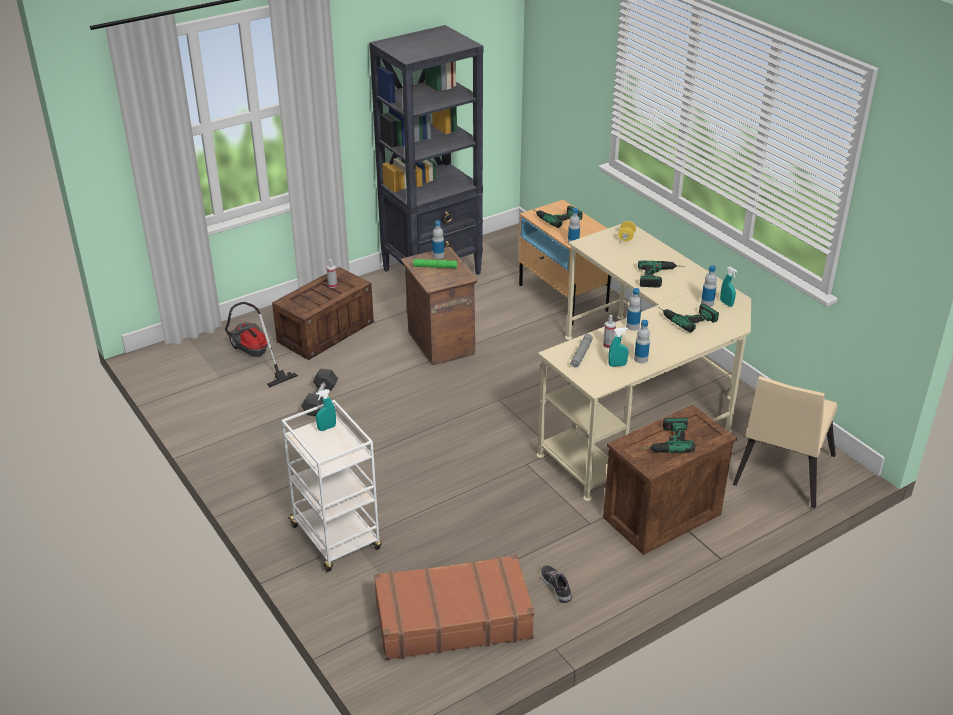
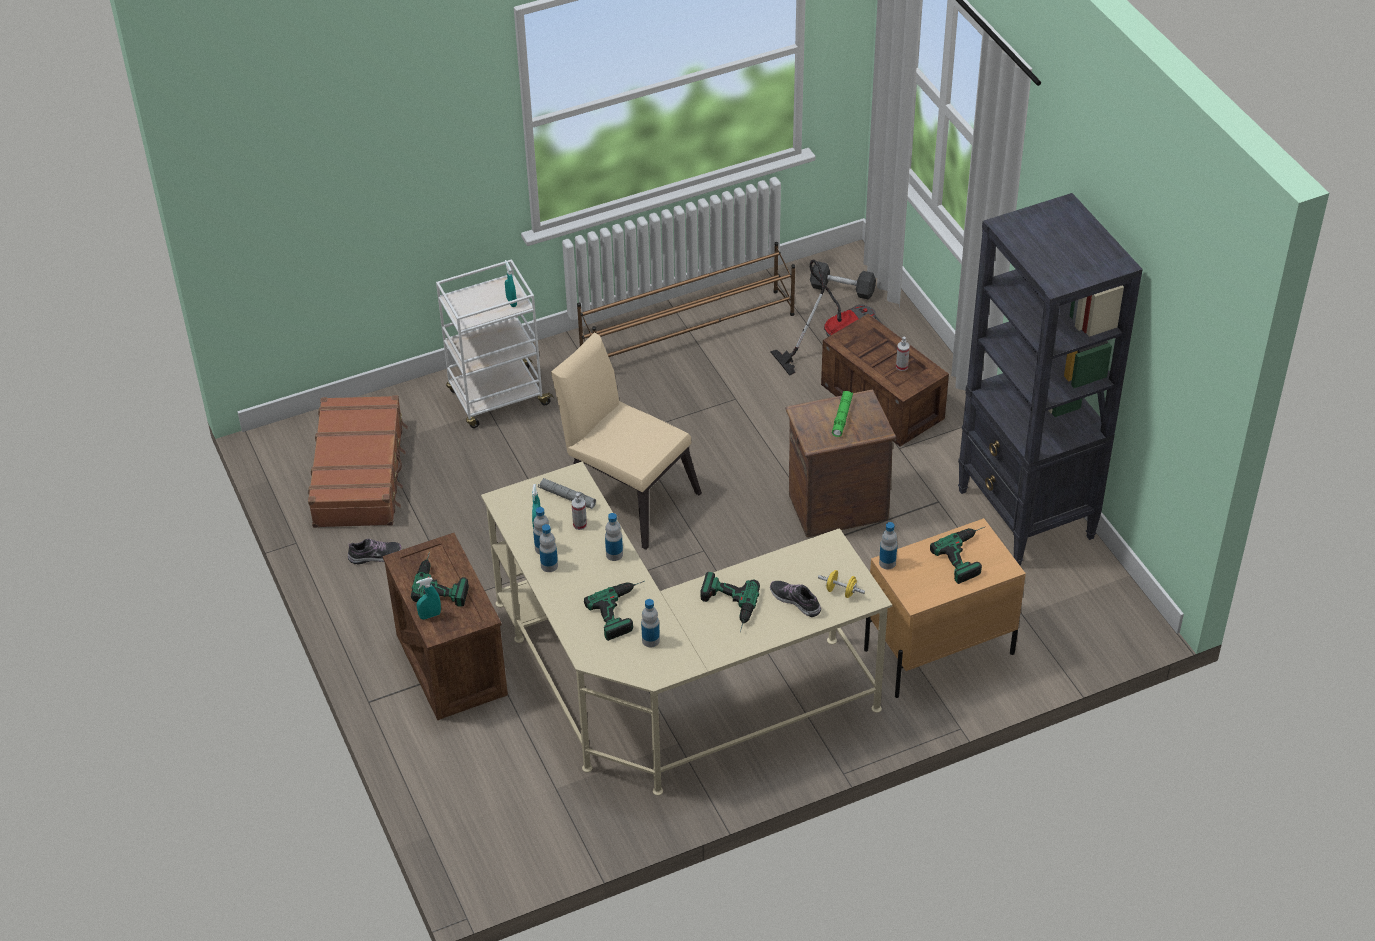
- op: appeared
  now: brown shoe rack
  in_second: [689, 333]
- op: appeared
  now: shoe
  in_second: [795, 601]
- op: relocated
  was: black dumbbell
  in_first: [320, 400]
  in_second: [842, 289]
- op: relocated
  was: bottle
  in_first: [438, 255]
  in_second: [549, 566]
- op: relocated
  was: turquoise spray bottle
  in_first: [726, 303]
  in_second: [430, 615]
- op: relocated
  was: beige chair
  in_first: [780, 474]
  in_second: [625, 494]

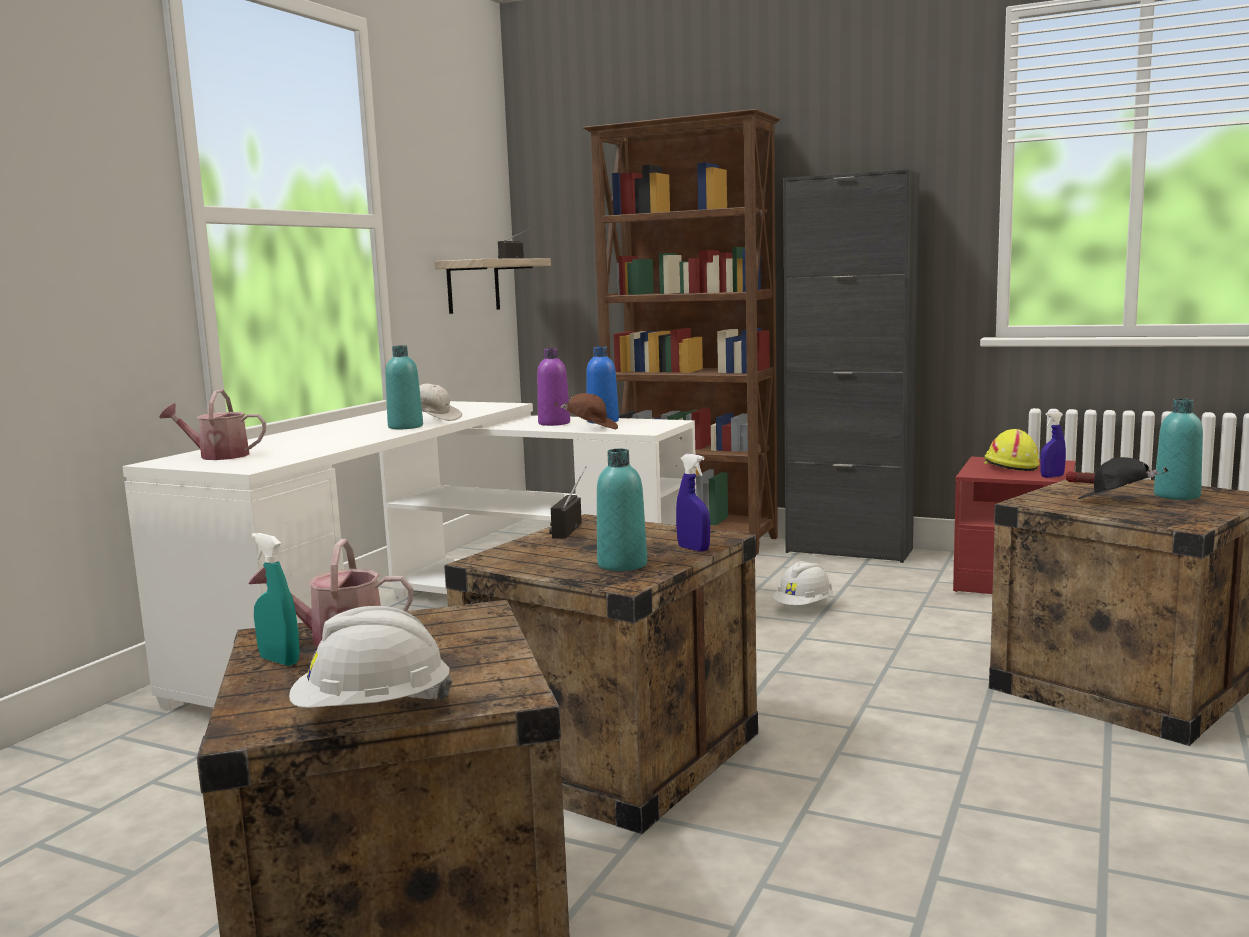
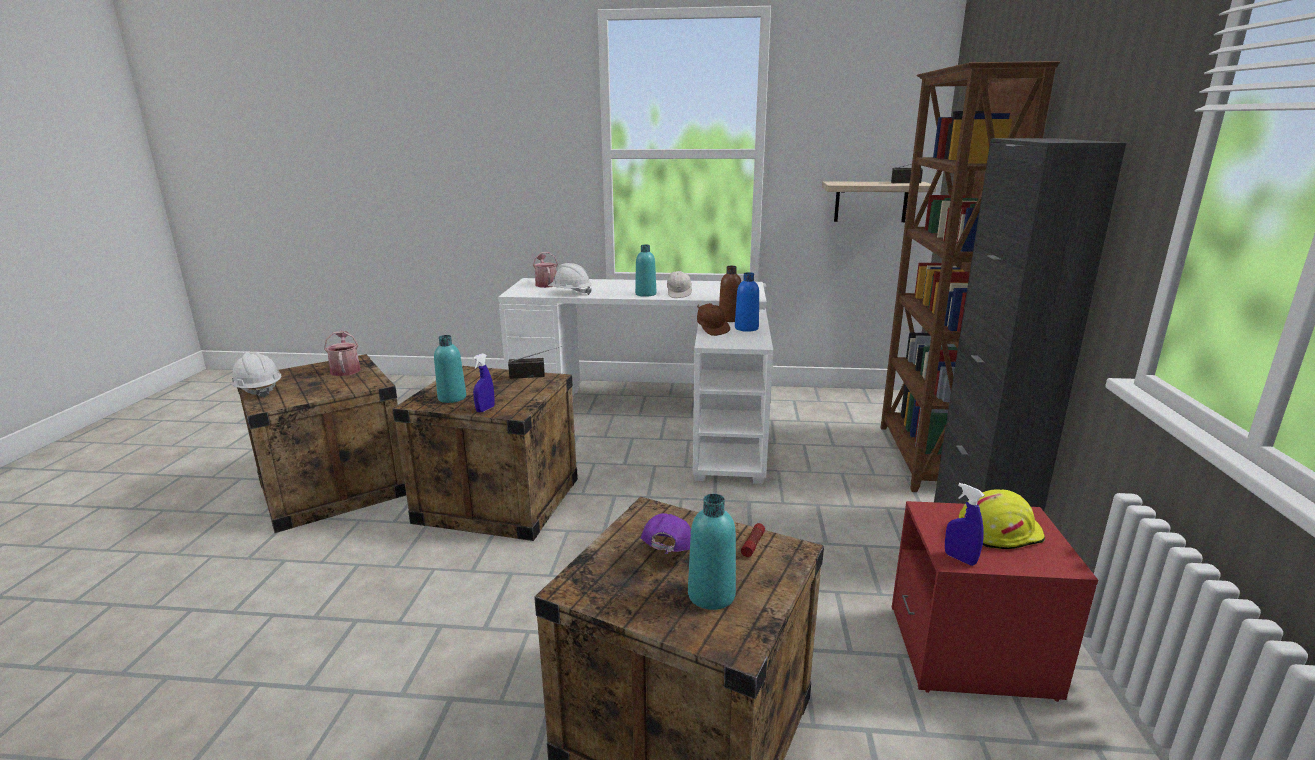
- op: missing
  was: turquoise spray bottle
  in_first: [279, 661]
- op: relocated
  was: white hard hat
  in_first: [803, 607]
  in_second: [570, 293]
- op: colour
  was: purple bottle
  now: brown bottle
  in_first: [554, 423]
  in_second: [729, 319]
- op: colour
  was: black cap
  now: purple cap
  in_first: [1115, 502]
  in_second: [666, 555]

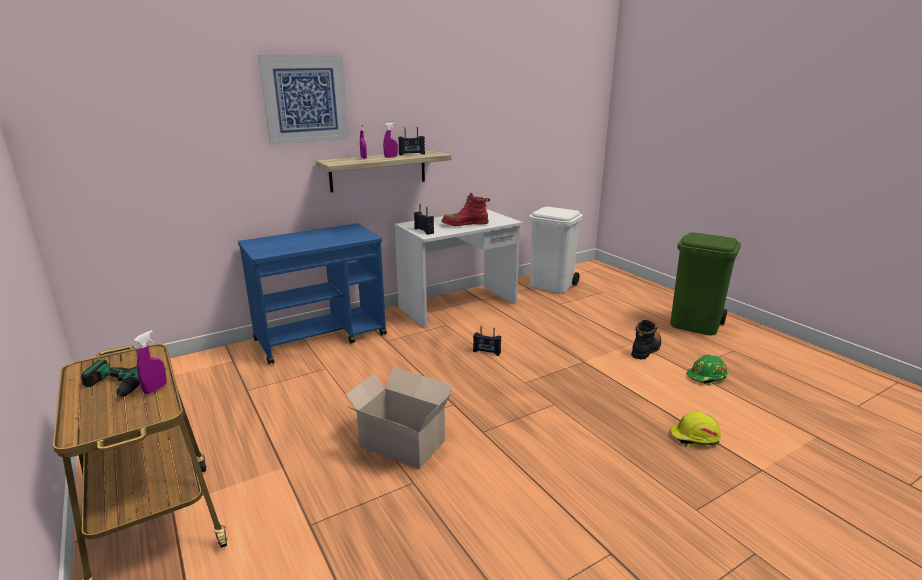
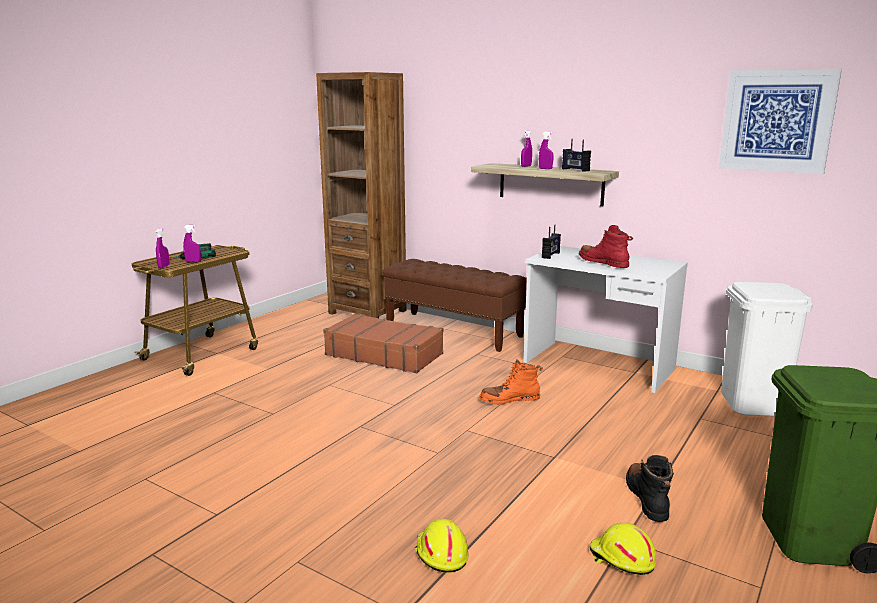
- op: missing
  was: cardboard box
  in_first: [400, 442]
- op: appeared
  now: purple spray bottle
  in_second: [164, 266]
- op: appeared
  now: brown bookcase
  in_second: [367, 312]
- op: appeared
  now: brown suitcase
  in_second: [384, 354]
- op: relocated
  was: picture
  in_first: [305, 99]
  in_second: [777, 121]
- op: exchanged
  was: blue cart
  now: brown bench
  in_first: [321, 337]
  in_second: [453, 331]
- op: exchanged
  was: radio
  now: orange boot
  in_first: [486, 352]
  in_second: [509, 400]
- op: colour
  was: green hard hat
  now: yellow hard hat
  in_first: [706, 377]
  in_second: [621, 559]
- op: spun
  was: black boot
  in_first: [646, 349]
  in_second: [647, 498]
  clockwise: -105

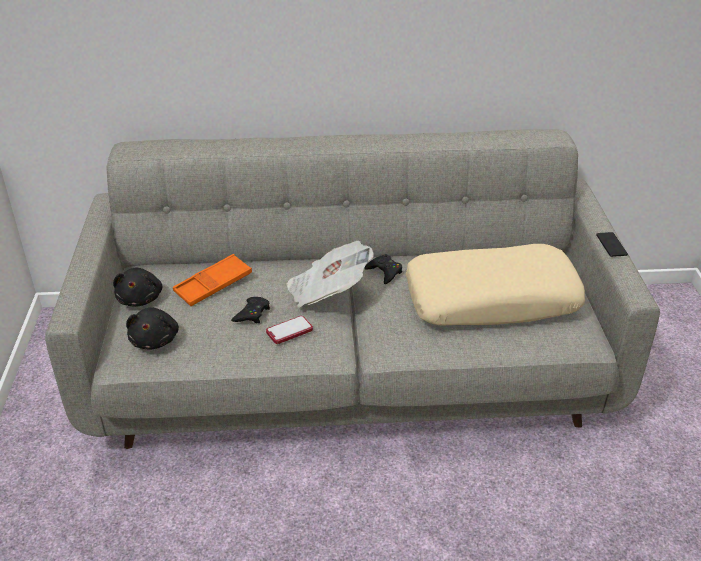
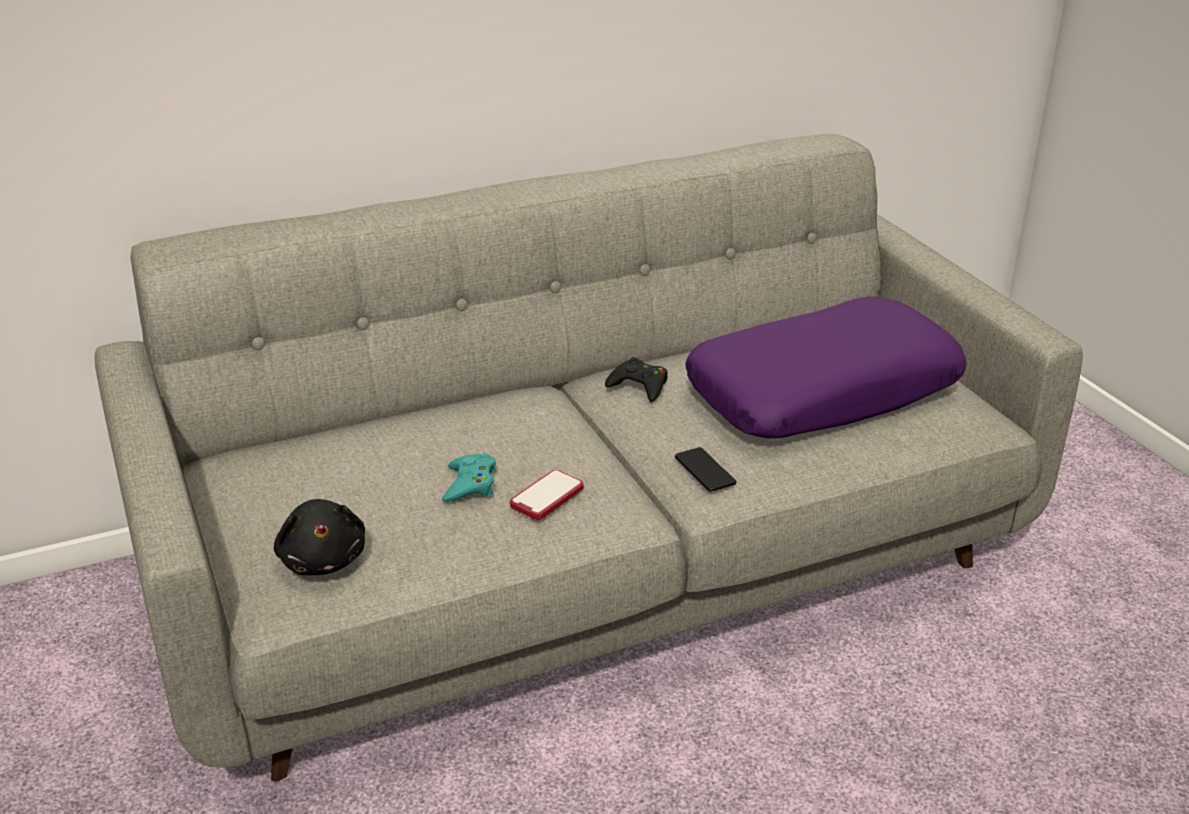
- op: missing
  was: black plush toy
  in_first: [140, 299]
- op: missing
  was: orange tray
  in_first: [213, 285]
- op: missing
  was: newspaper
  in_first: [327, 292]
- op: relocated
  was: phone
  in_first: [611, 245]
  in_second: [705, 470]
- op: colour
  was: black game controller
  now: turquoise game controller
  in_first: [252, 314]
  in_second: [470, 484]
- op: colour
  was: beige pillow
  now: purple pillow
  in_first: [491, 299]
  in_second: [822, 392]

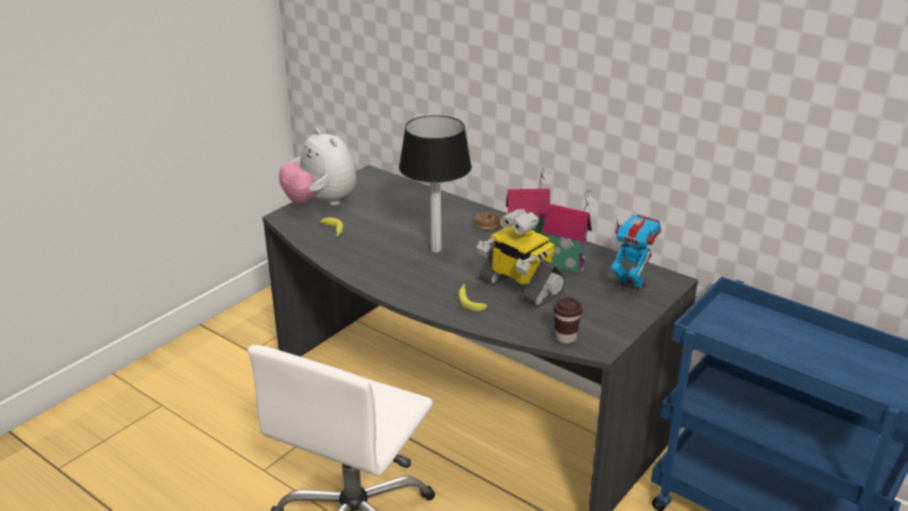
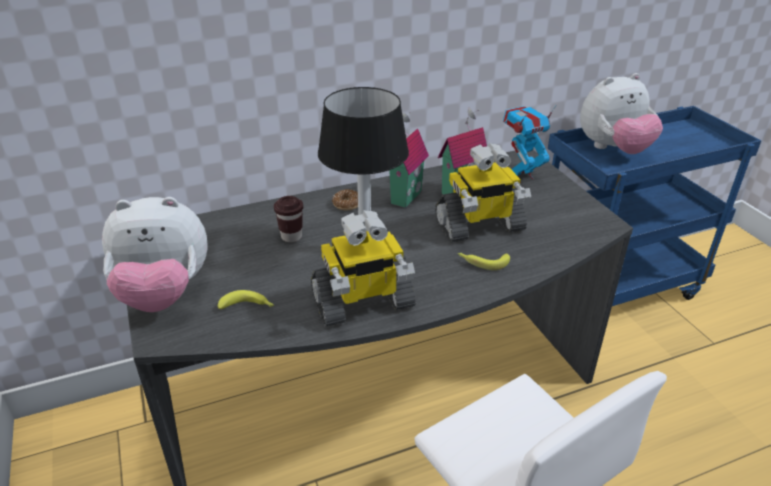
- op: appeared
  now: toy robot
  in_second: [362, 303]
- op: appeared
  now: plush toy
  in_second: [613, 149]
- op: relocated
  was: brown cup
  in_first: [565, 338]
  in_second: [291, 237]

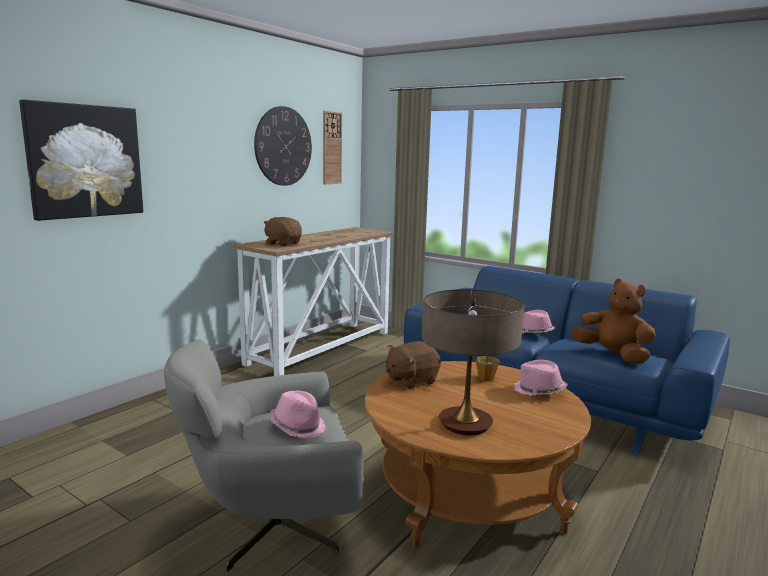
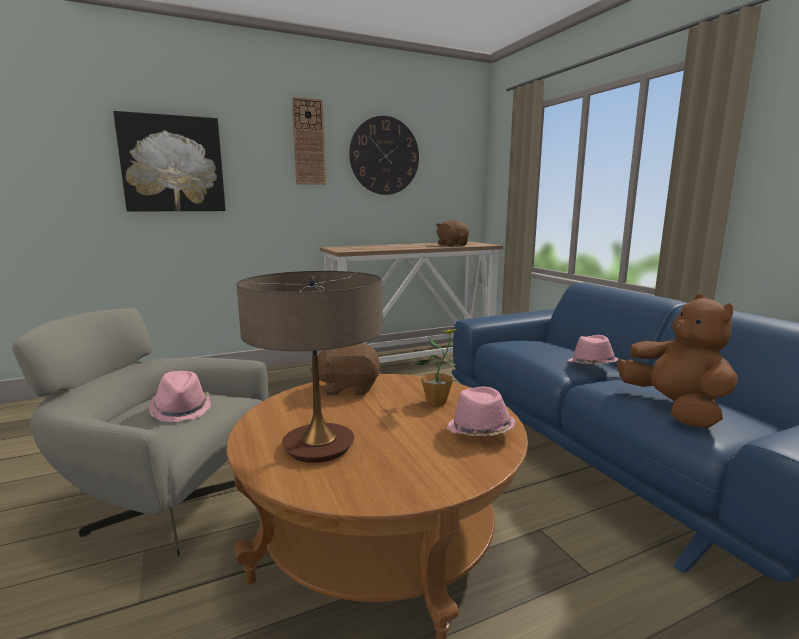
- op: relocated
  was: brown plush toy
  in_first: [283, 243]
  in_second: [452, 245]
- op: relocated
  was: wall clock
  in_first: [331, 148]
  in_second: [308, 142]

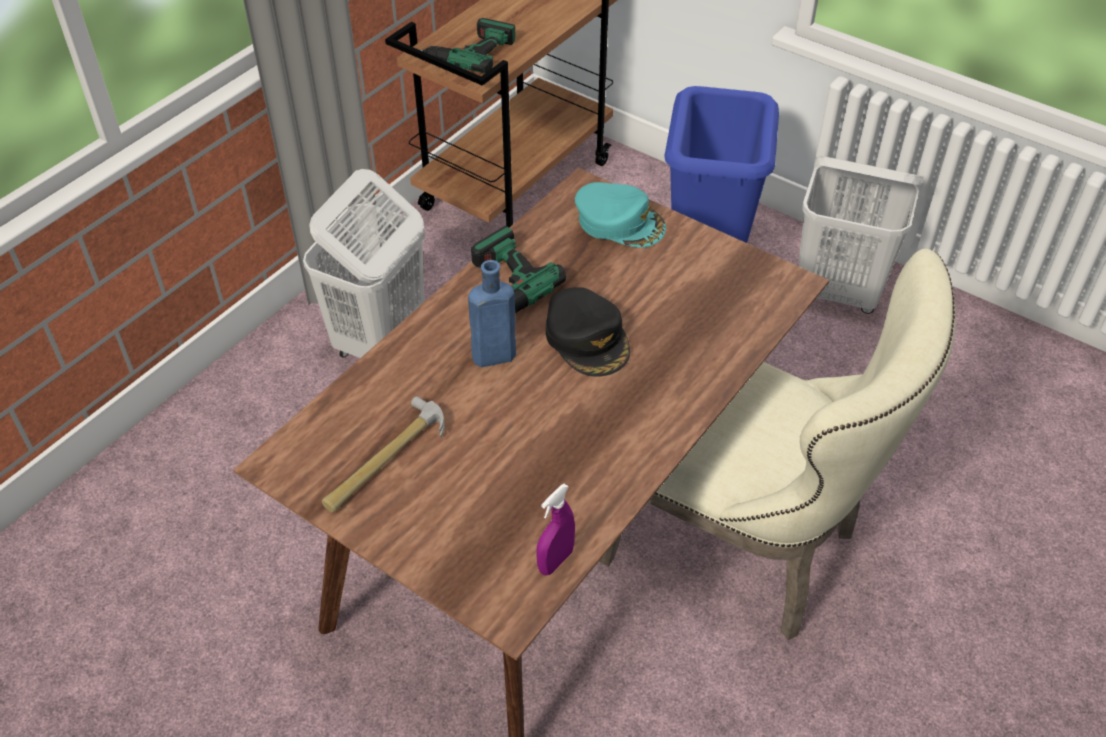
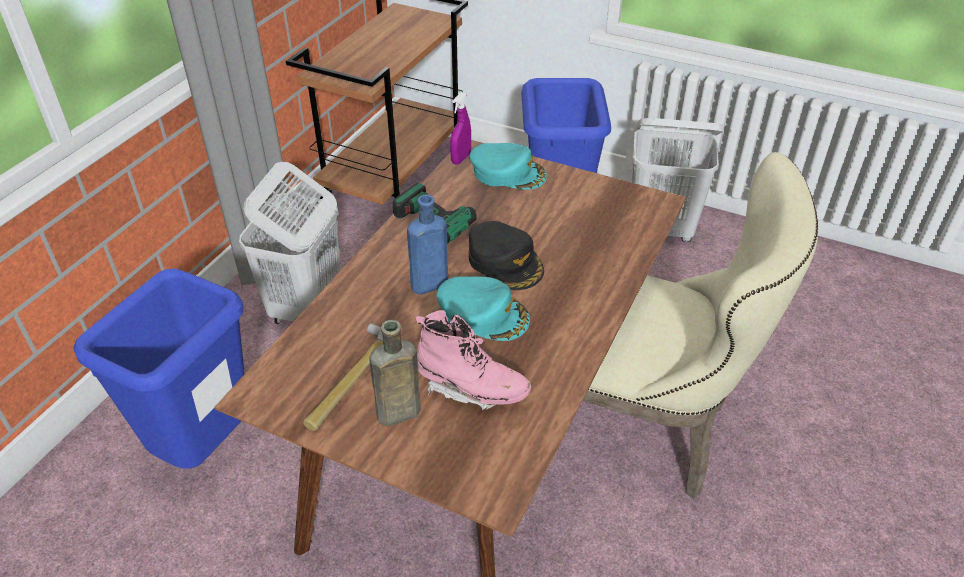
- op: missing
  was: power drill
  in_first: [462, 50]
- op: appeared
  now: blue trash can
  in_second: [207, 448]
- op: appeared
  now: brown bottle
  in_second: [395, 414]
- op: appeared
  now: pink boot
  in_second: [472, 388]
- op: appeared
  now: turquoise cap
  in_second: [483, 314]
- op: relocated
  was: purple spray bottle
  in_first: [555, 561]
  in_second: [461, 159]

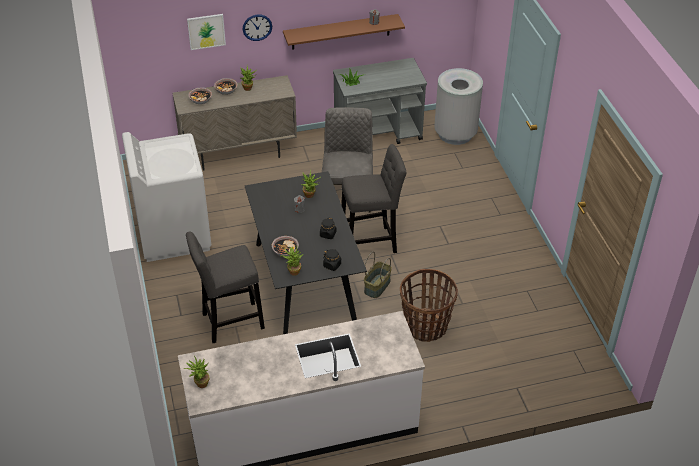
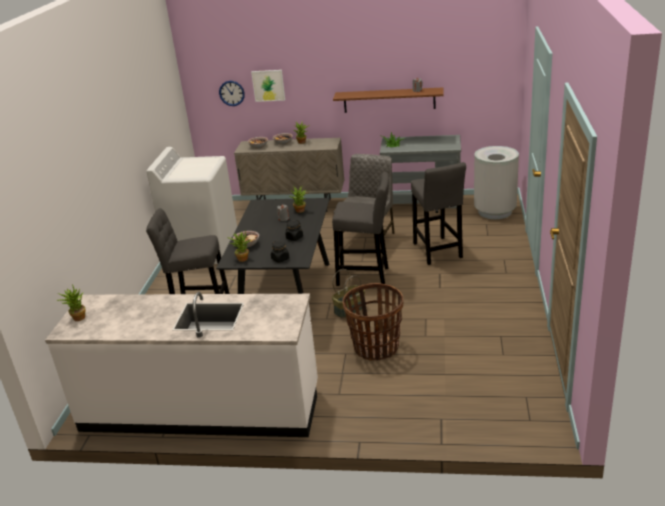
- op: appeared
  now: grey stool
  in_second: [437, 252]
- op: relocated
  was: wall clock
  in_first: [257, 27]
  in_second: [231, 93]

